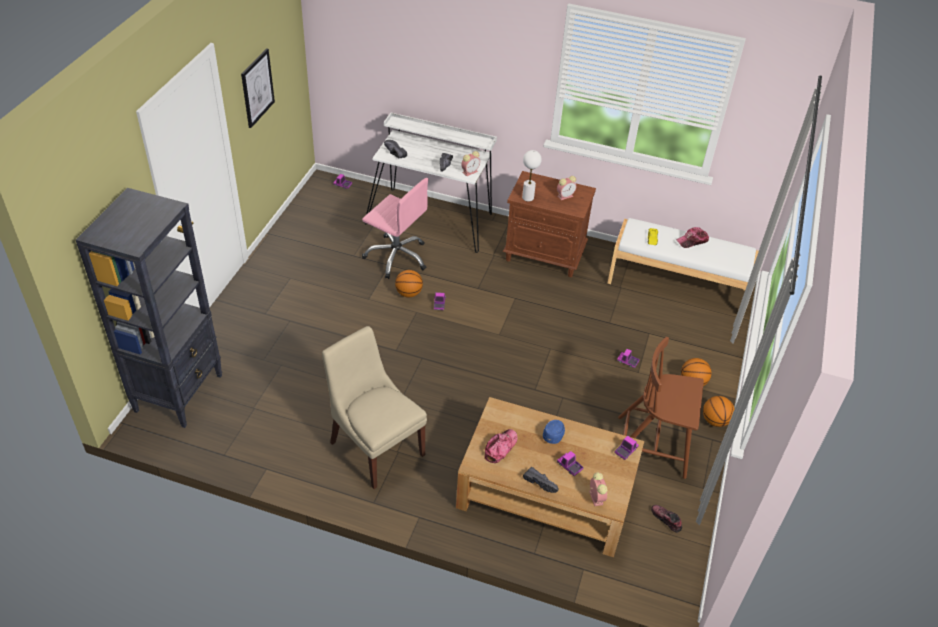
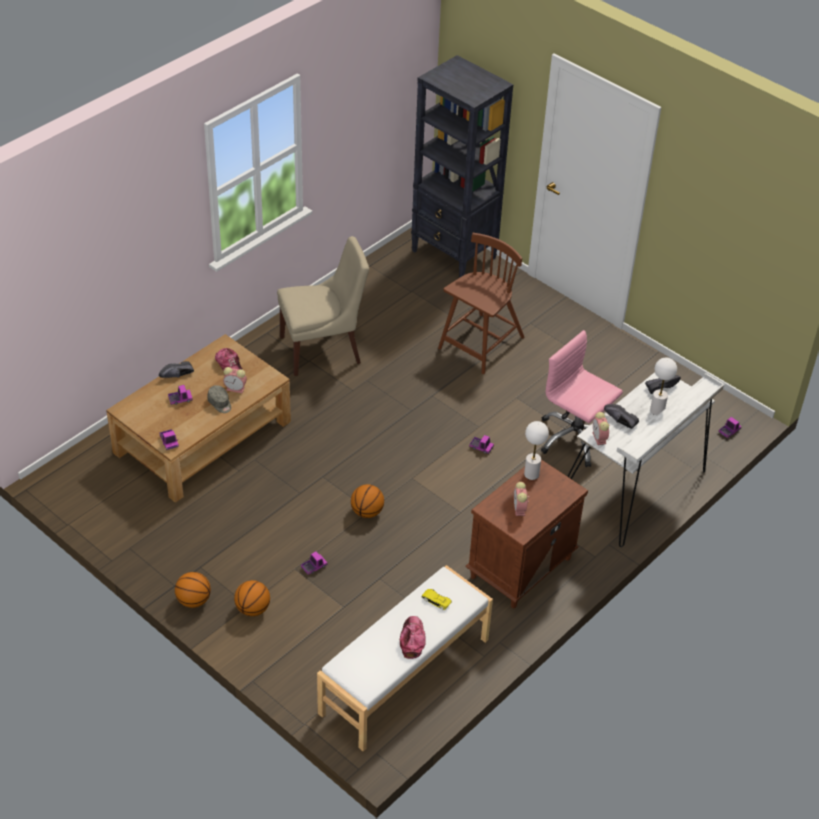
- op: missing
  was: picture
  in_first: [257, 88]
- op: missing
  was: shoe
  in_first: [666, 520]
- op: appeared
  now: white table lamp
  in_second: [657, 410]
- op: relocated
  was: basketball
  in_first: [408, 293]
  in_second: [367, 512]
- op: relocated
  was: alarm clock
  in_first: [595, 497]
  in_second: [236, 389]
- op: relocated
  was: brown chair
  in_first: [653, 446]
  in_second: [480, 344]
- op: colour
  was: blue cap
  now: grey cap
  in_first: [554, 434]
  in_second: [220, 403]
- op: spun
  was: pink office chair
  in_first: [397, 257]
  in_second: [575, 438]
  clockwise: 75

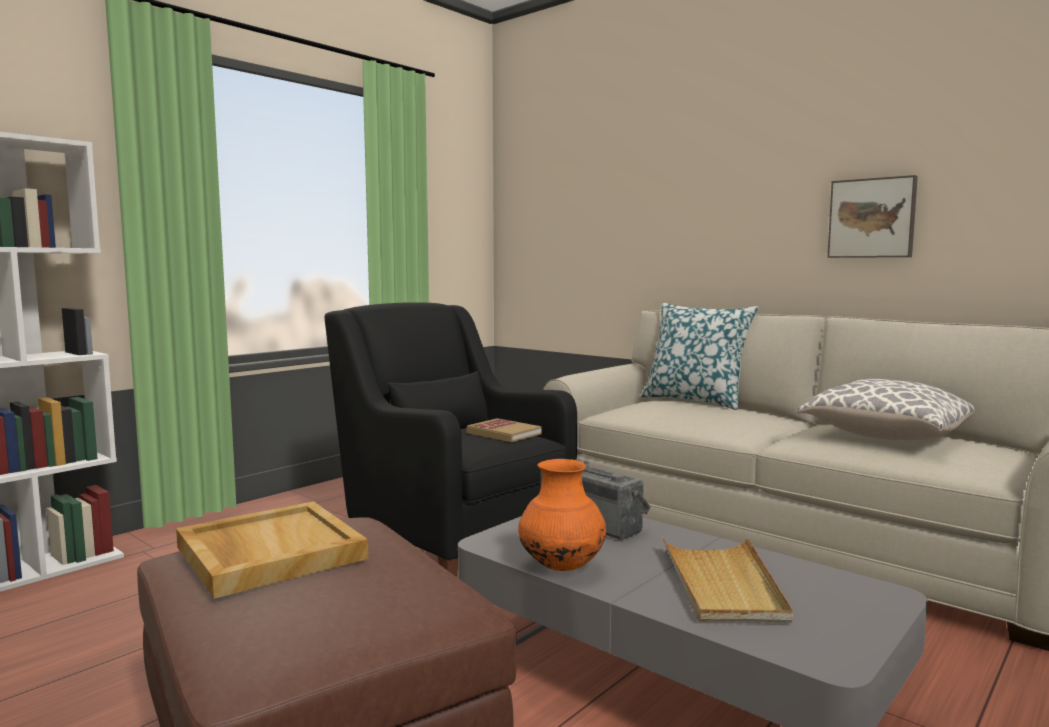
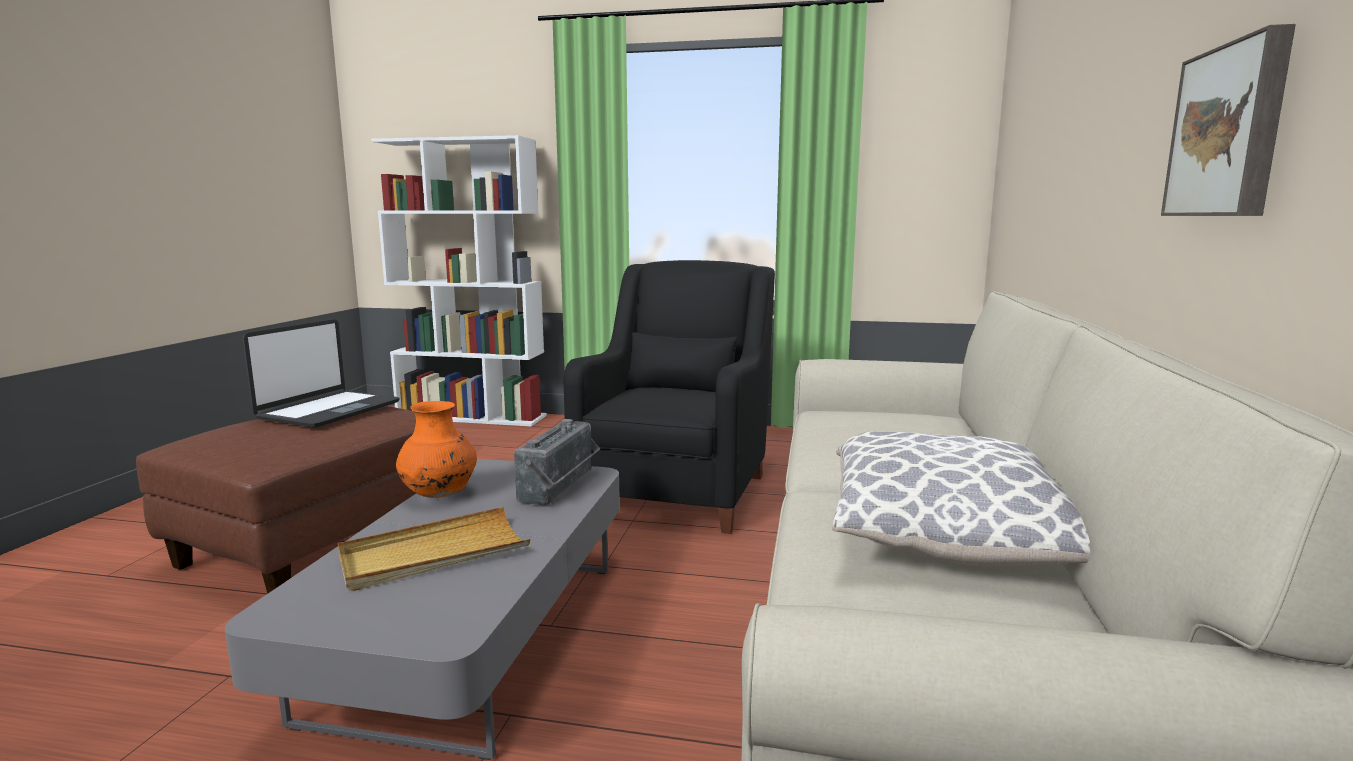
- op: missing
  was: book
  in_first: [503, 433]
- op: missing
  was: pillow
  in_first: [695, 401]
- op: exchanged
  was: beige tray
  now: laptop
  in_first: [268, 553]
  in_second: [328, 410]

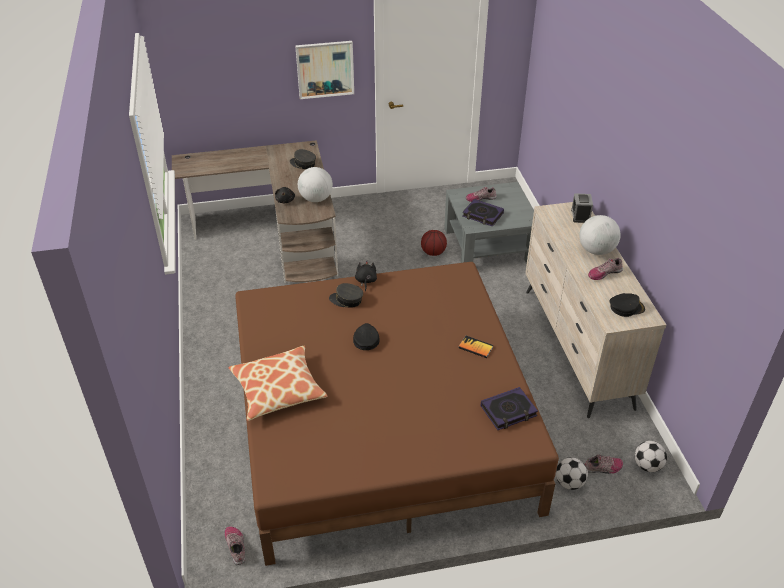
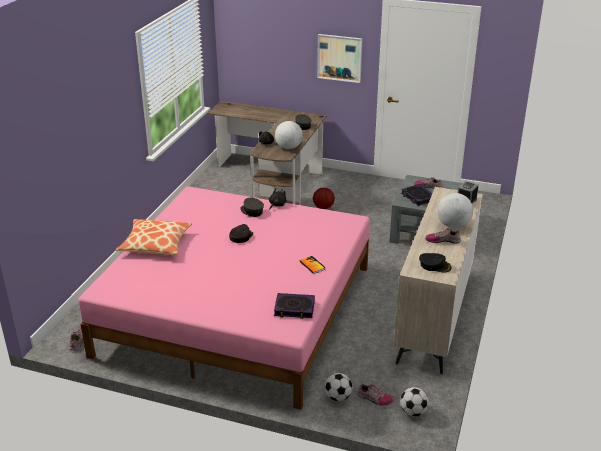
- op: relocated
  was: basketball
  in_first: [433, 253]
  in_second: [323, 207]
- op: colour
  was: brown bed
  now: pink bed
  in_first: [380, 422]
  in_second: [237, 309]

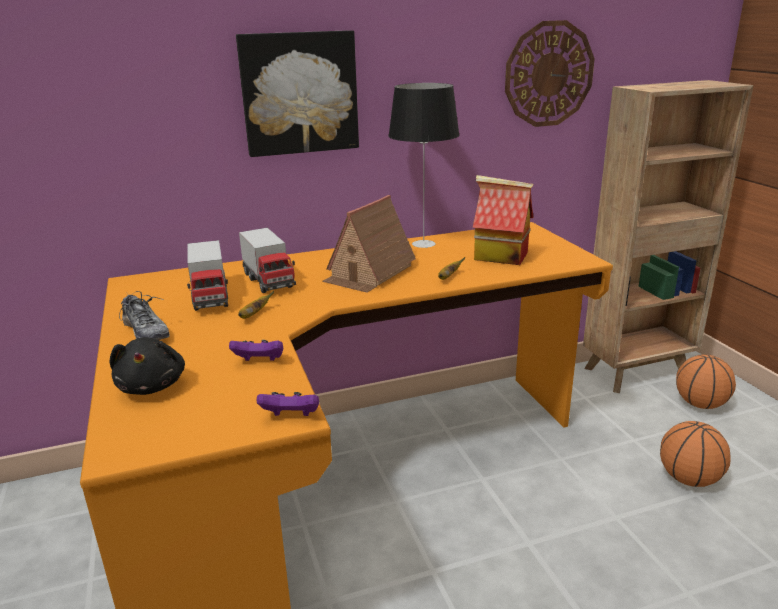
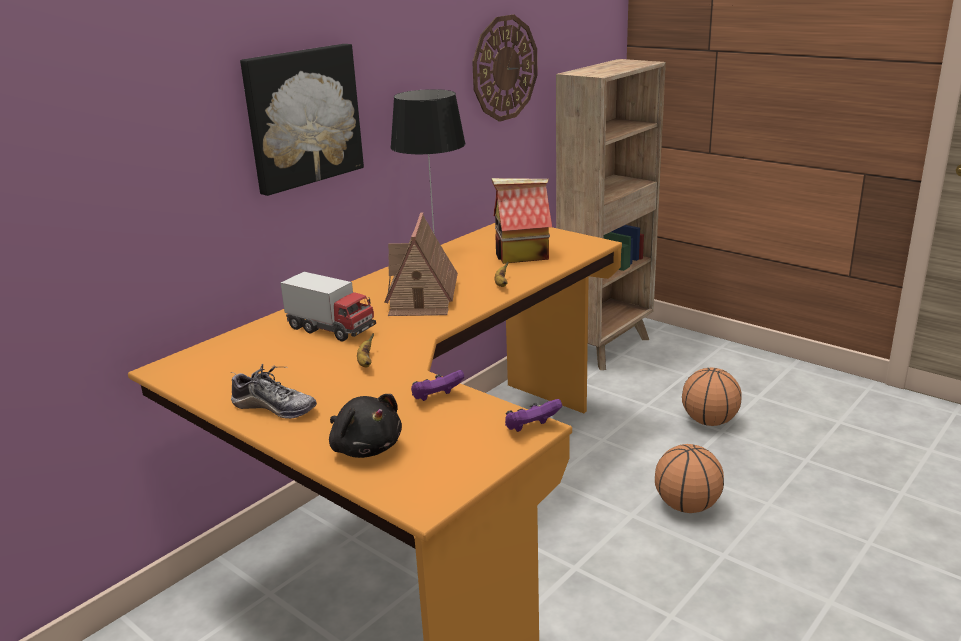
- op: missing
  was: toy truck
  in_first: [210, 298]
- op: relocated
  was: basketball
  in_first: [700, 404]
  in_second: [687, 506]

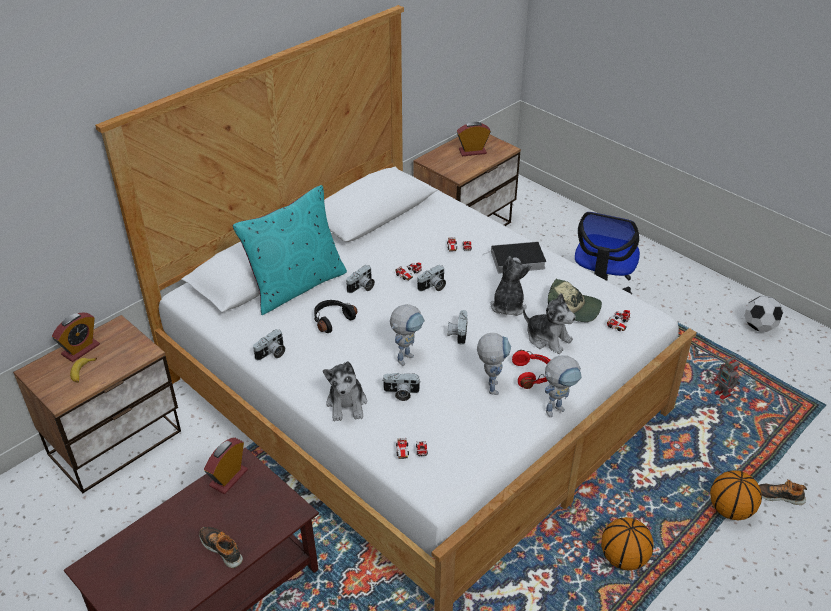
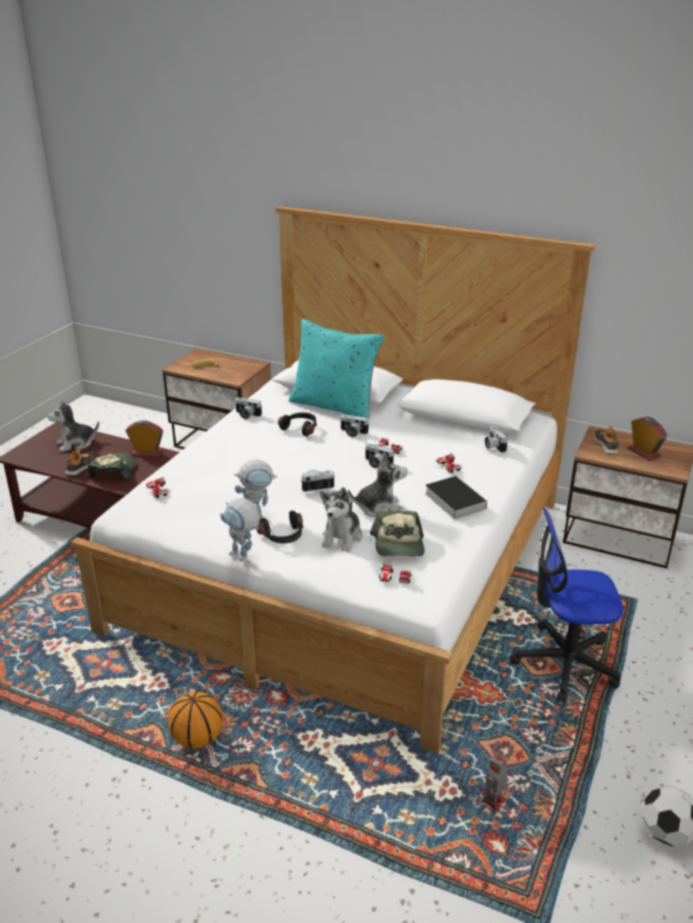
- op: missing
  was: alarm clock
  in_first: [80, 350]
- op: missing
  was: toy robot
  in_first: [407, 355]
- op: missing
  was: basketball
  in_first: [730, 510]
- op: appeared
  now: cap
  in_second: [113, 471]
- op: relocated
  was: plush toy
  in_first: [347, 403]
  in_second: [76, 444]
- op: relocated
  was: photo camera
  in_first: [401, 393]
  in_second: [493, 446]
- op: relocated
  was: shoe
  in_first: [779, 496]
  in_second: [606, 445]
- op: colour
  was: red headphones
  now: black headphones
  in_first: [533, 374]
  in_second: [283, 536]

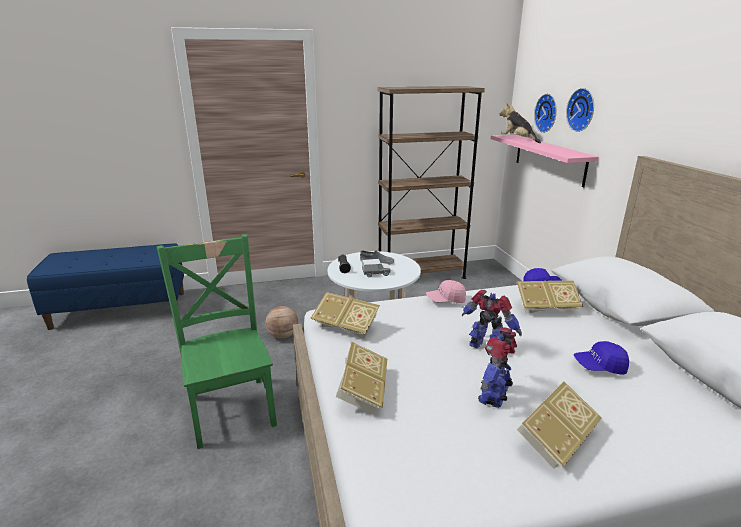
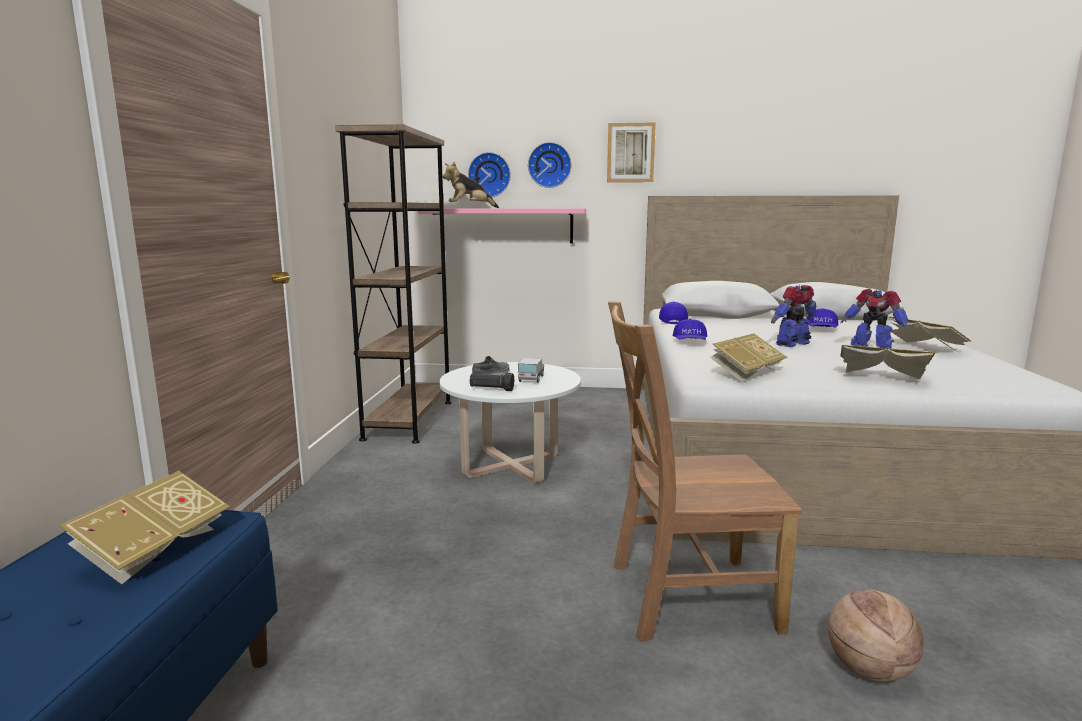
- op: appeared
  now: picture
  in_second: [630, 153]
- op: relocated
  was: basketball
  in_first: [283, 335]
  in_second: [869, 671]
- op: relocated
  was: book
  in_first: [545, 308]
  in_second: [153, 551]
- op: colour
  was: green chair
  now: brown chair
  in_first: [231, 407]
  in_second: [684, 596]
- op: colour
  was: pink cap
  now: blue cap
  in_first: [446, 300]
  in_second: [690, 342]

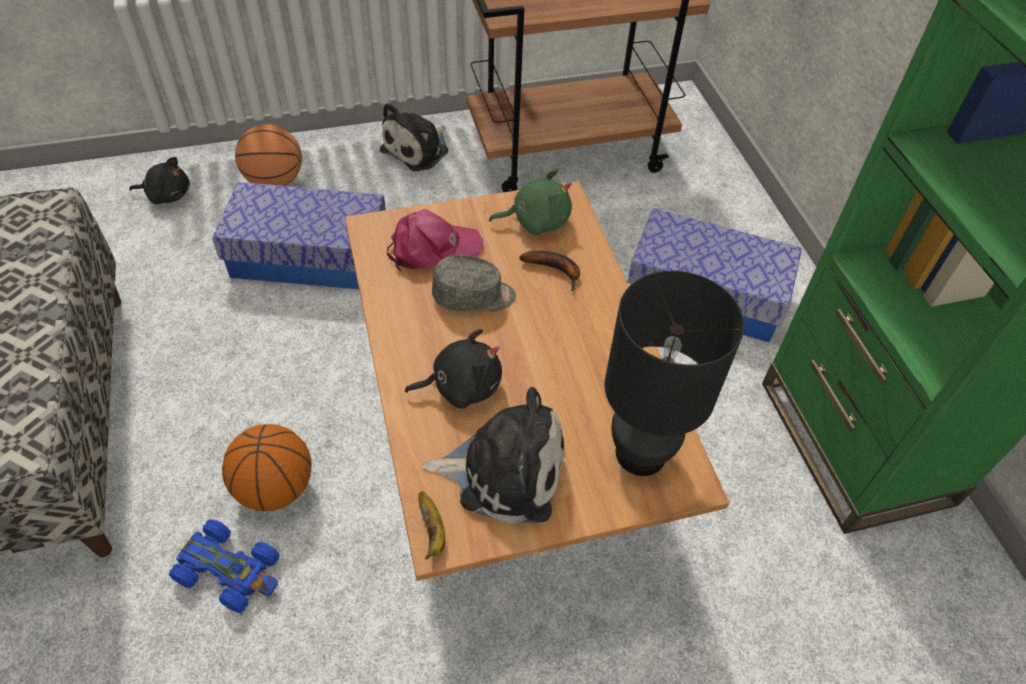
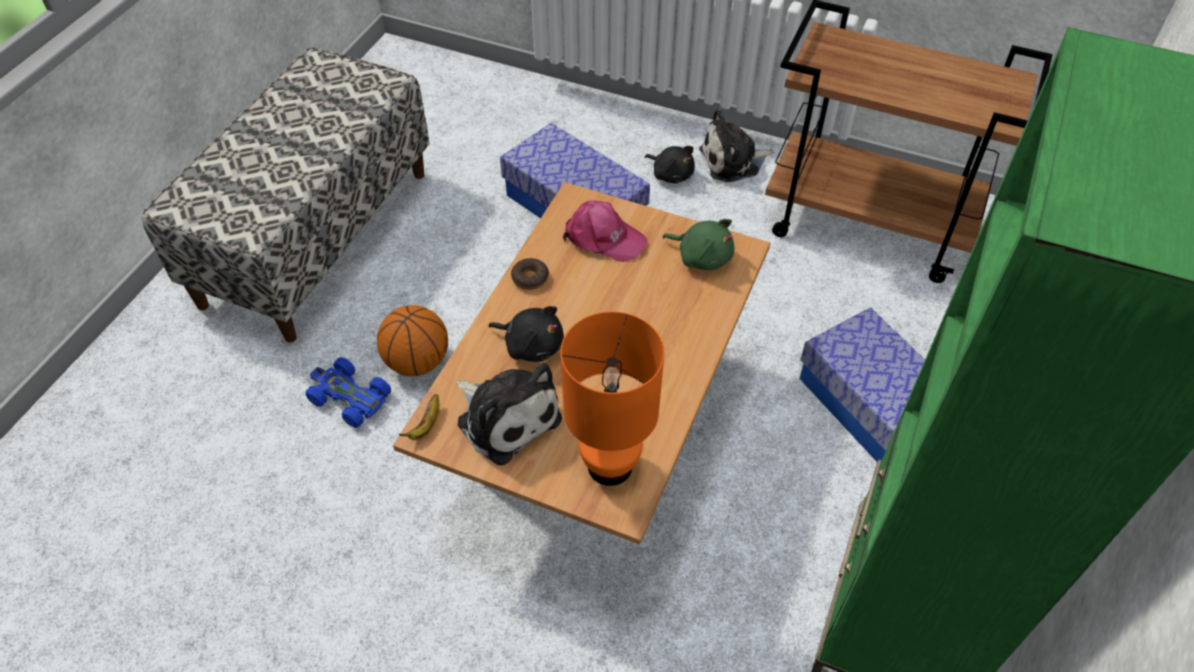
- op: missing
  was: basketball
  in_first: [275, 181]
- op: missing
  was: grey cap
  in_first: [474, 296]
- op: missing
  was: banana
  in_first: [556, 270]
- op: appeared
  now: donut
  in_second: [530, 278]
- op: relocated
  was: black plush toy
  in_first: [167, 195]
  in_second: [671, 174]
- op: colour
  was: black table lamp
  now: orange table lamp
  in_first: [641, 454]
  in_second: [609, 467]
- op: spun
  was: blue toy car
  in_first: [230, 570]
  in_second: [349, 397]
  clockwise: 150

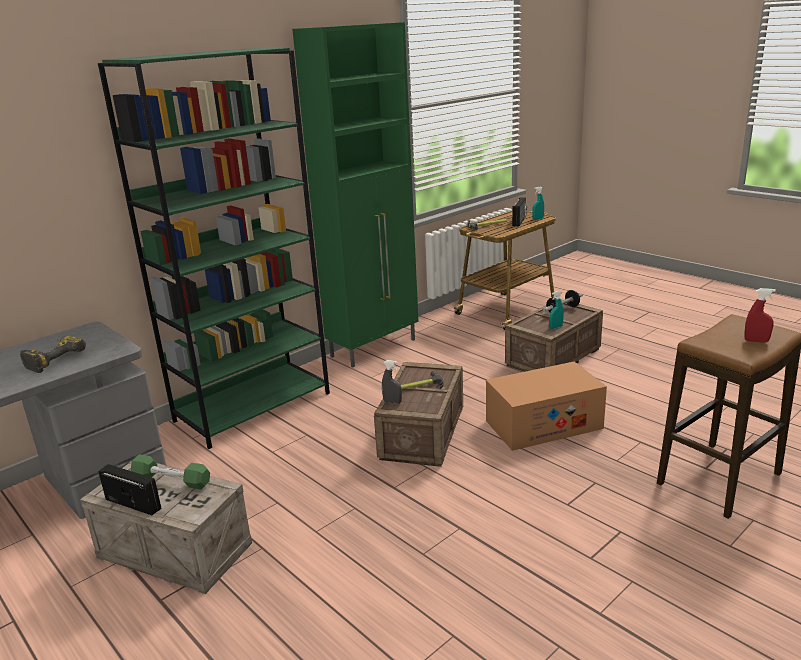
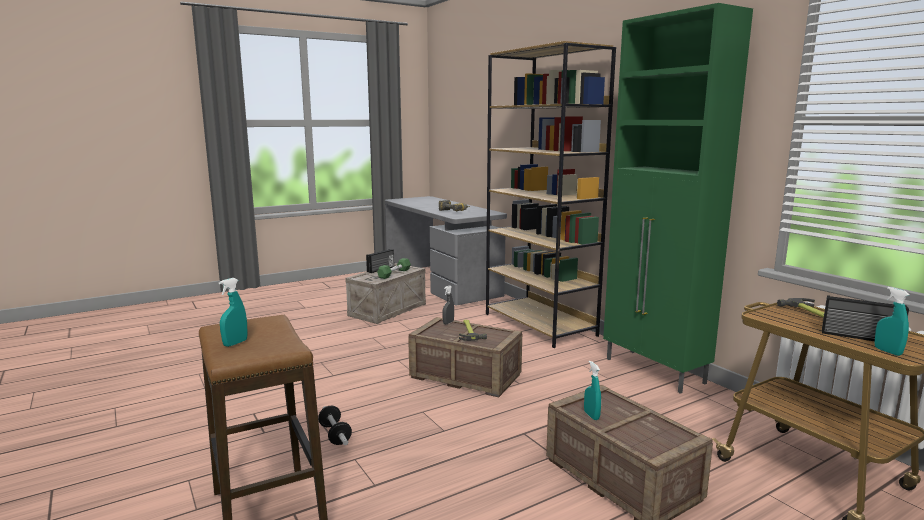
- op: missing
  was: cardboard box
  in_first: [543, 424]
- op: relocated
  was: dumbbell
  in_first: [562, 310]
  in_second: [335, 435]
- op: colour
  was: green bookcase
  now: brown bookcase
  in_first: [253, 406]
  in_second: [540, 324]
- op: colour
  was: red spray bottle
  now: turquoise spray bottle
  in_first: [756, 341]
  in_second: [235, 343]

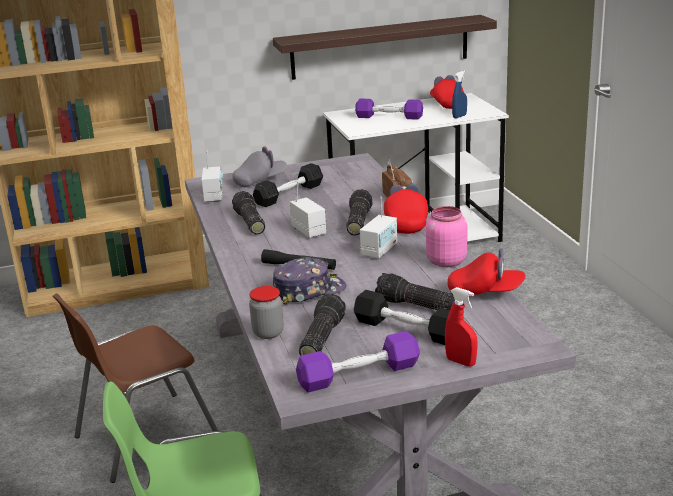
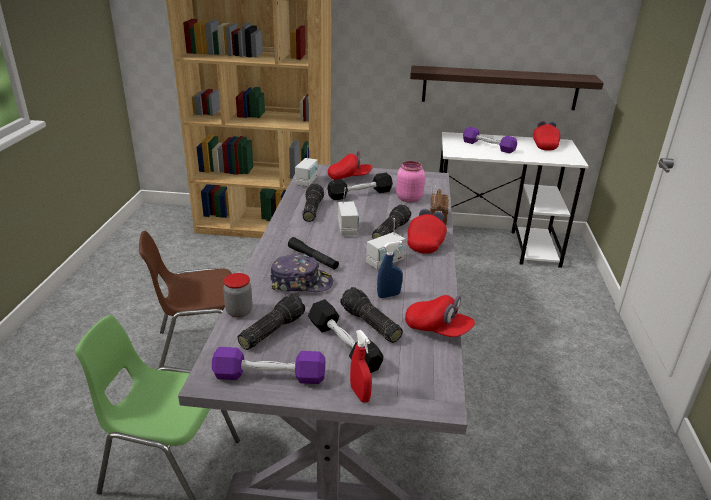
- op: relocated
  was: pink jar
  in_first: [445, 261]
  in_second: [408, 198]
- op: relocated
  was: blue spray bottle
  in_first: [459, 116]
  in_second: [388, 295]
- op: colour
  was: grey cap
  now: red cap
  in_first: [260, 181]
  in_second: [349, 177]

